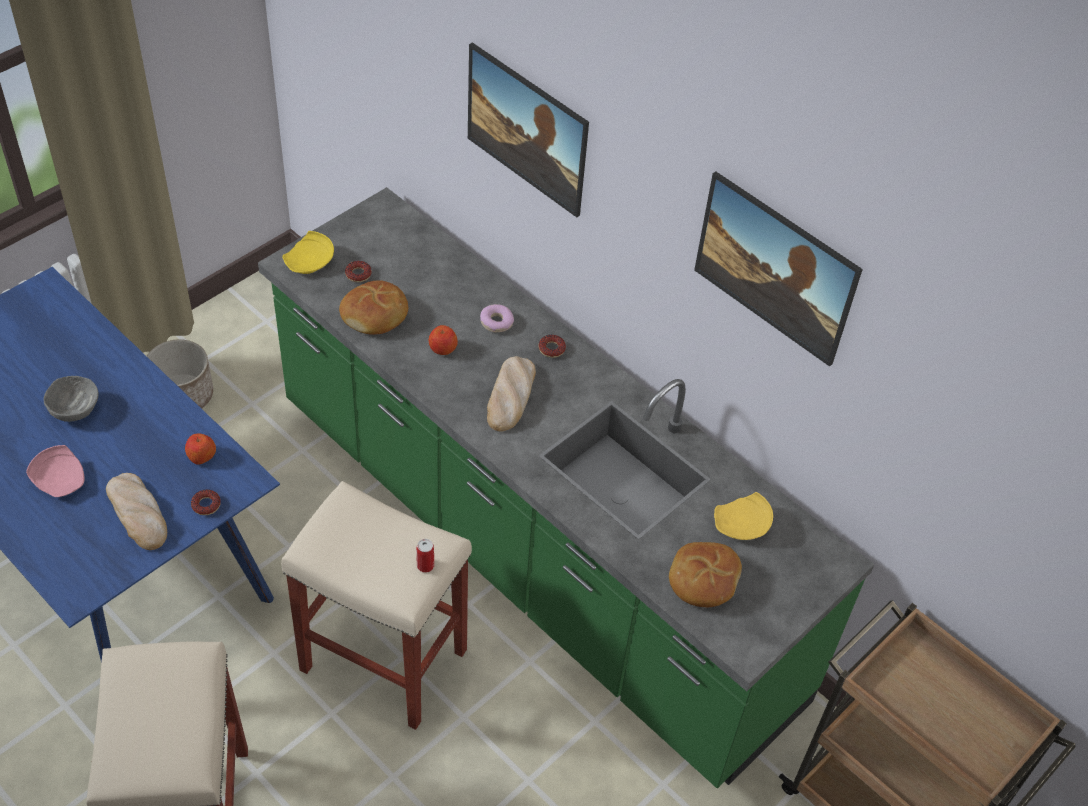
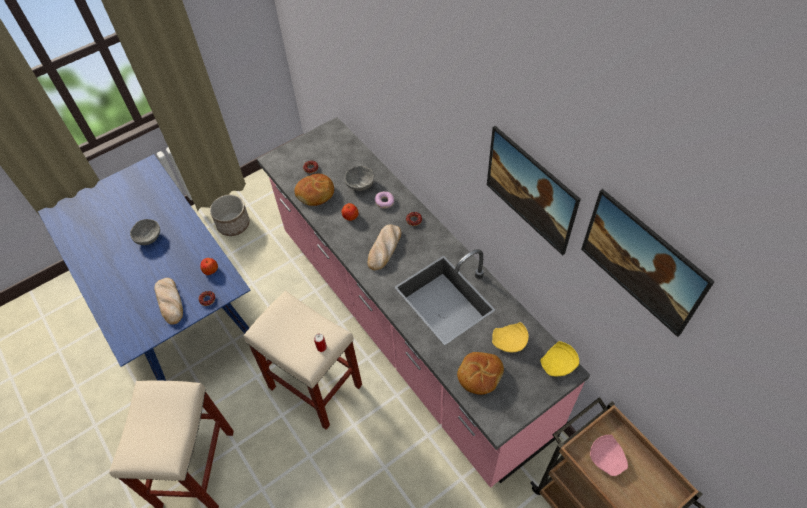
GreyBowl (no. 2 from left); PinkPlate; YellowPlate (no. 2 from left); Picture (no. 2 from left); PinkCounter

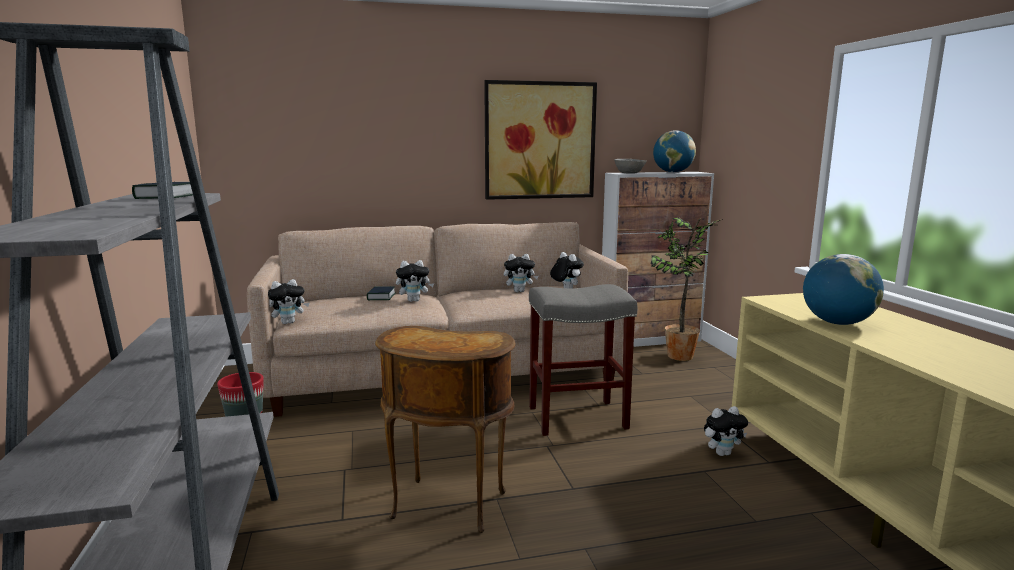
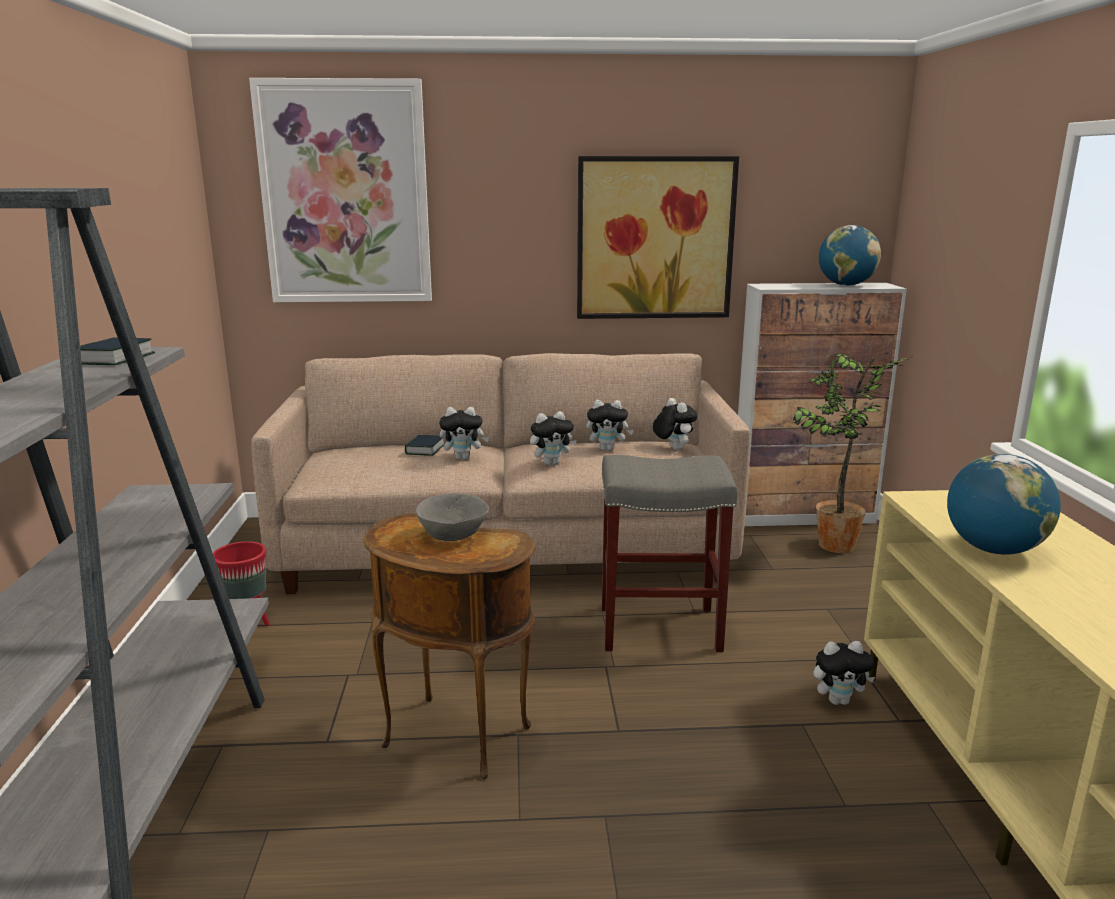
Picture (no. 1 from left); PlushToy (no. 2 from left); GreyBowl

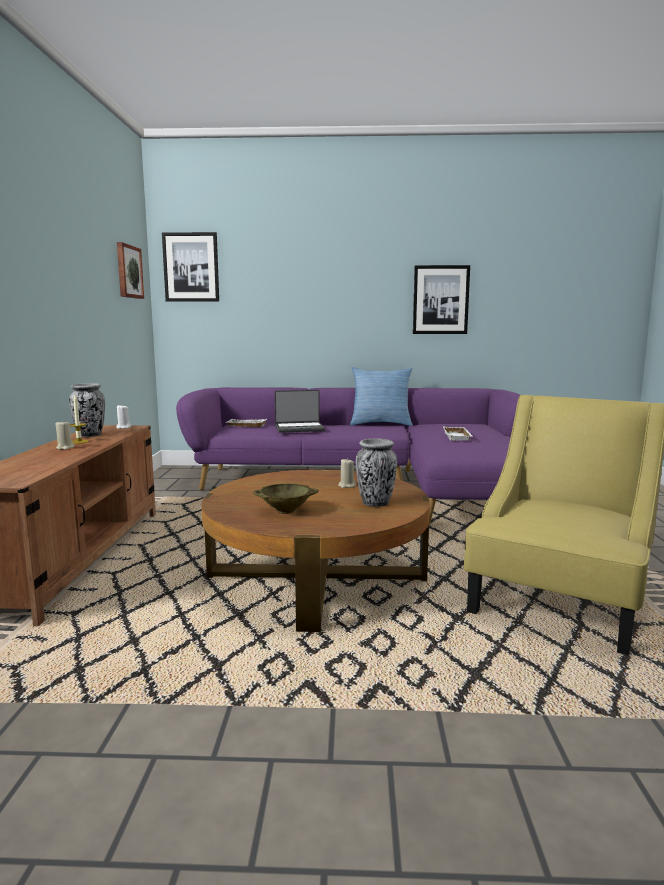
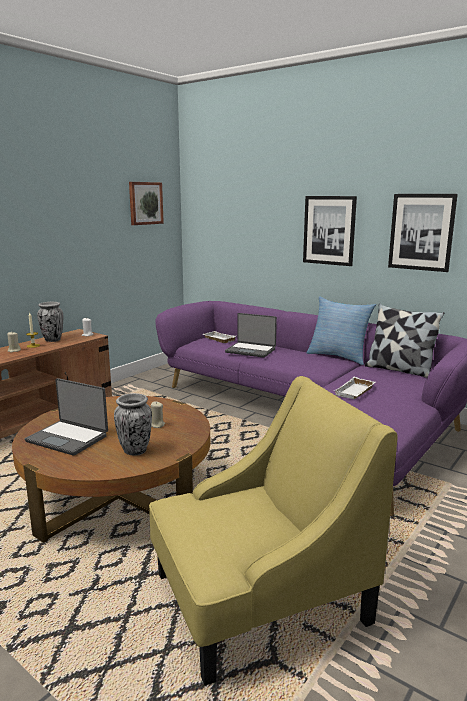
Pillow (no. 2 from left); Picture (no. 2 from left); Laptop (no. 1 from left)

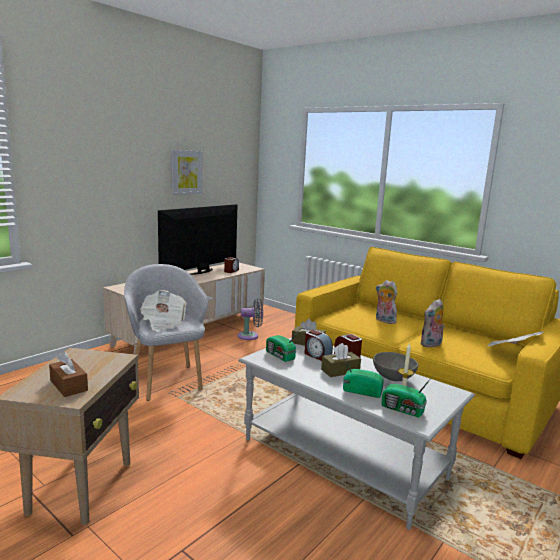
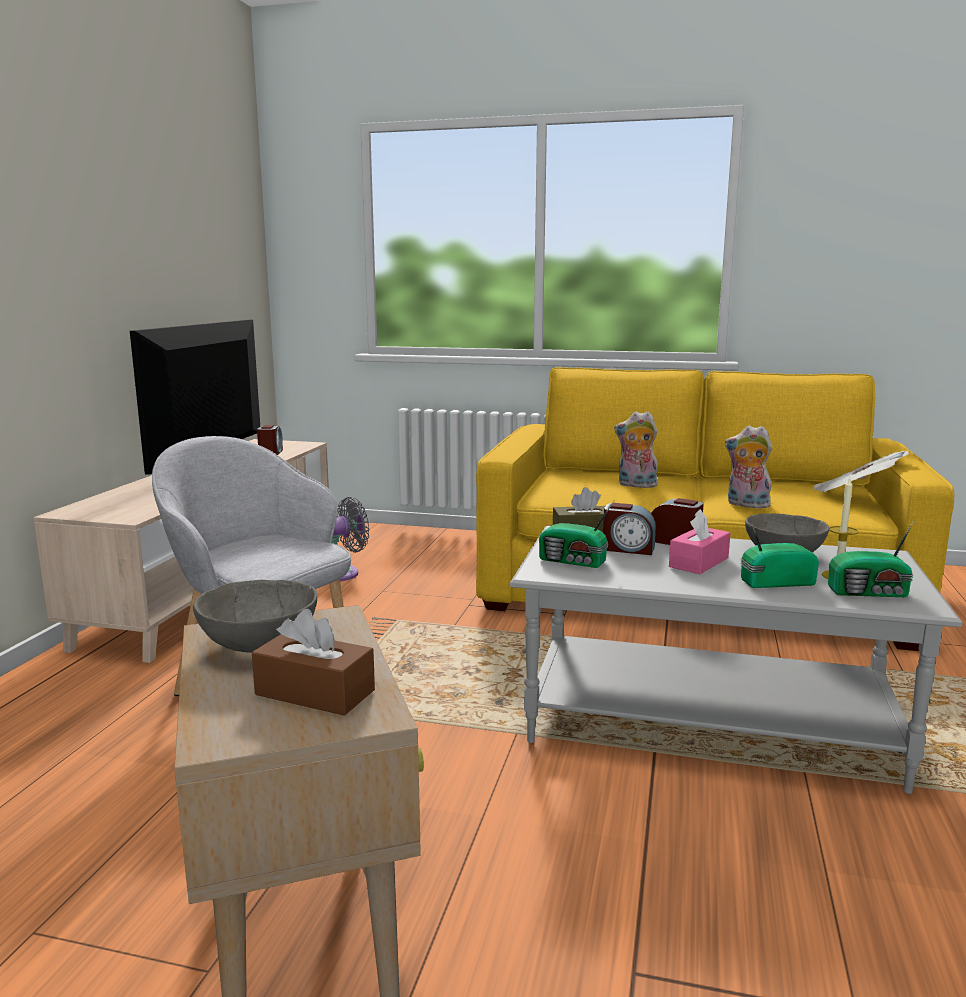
Newspaper (no. 1 from left in the first image); Picture; GreyBowl (no. 1 from left); PinkTissueBox; PlushToy (no. 2 from left)

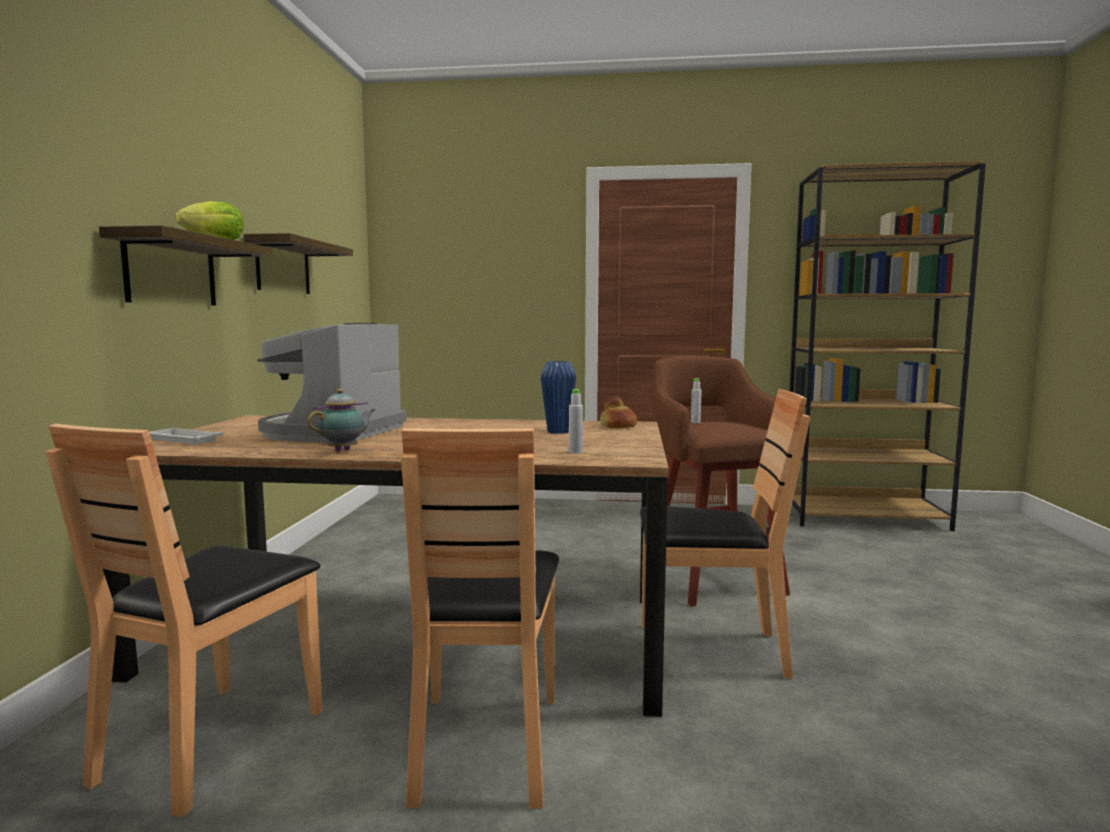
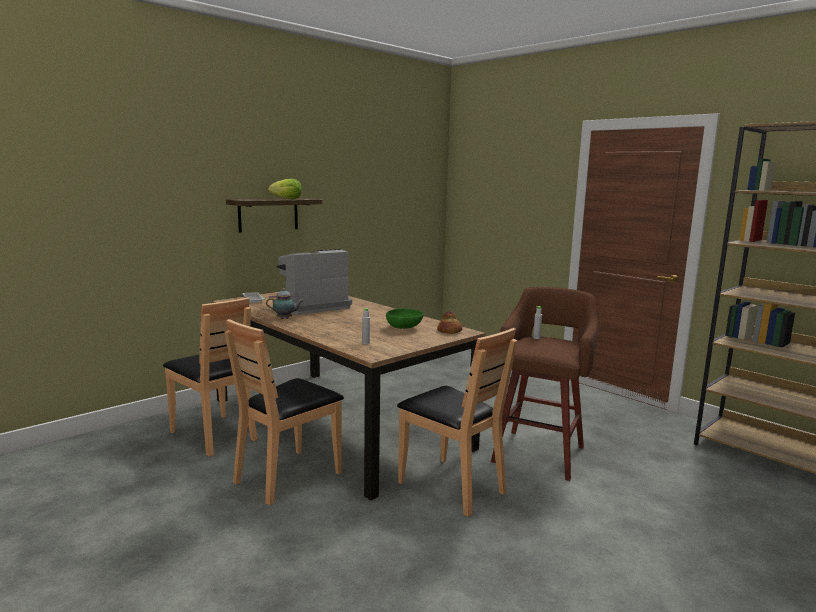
Shelf (no. 2 from left in the first image); GreenBowl; BrownChair (no. 1 from left)

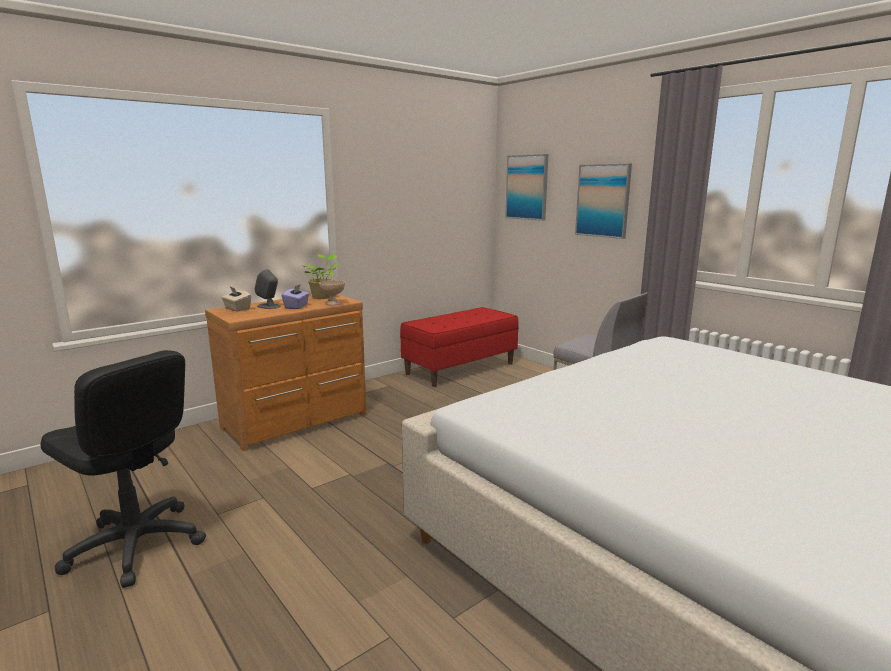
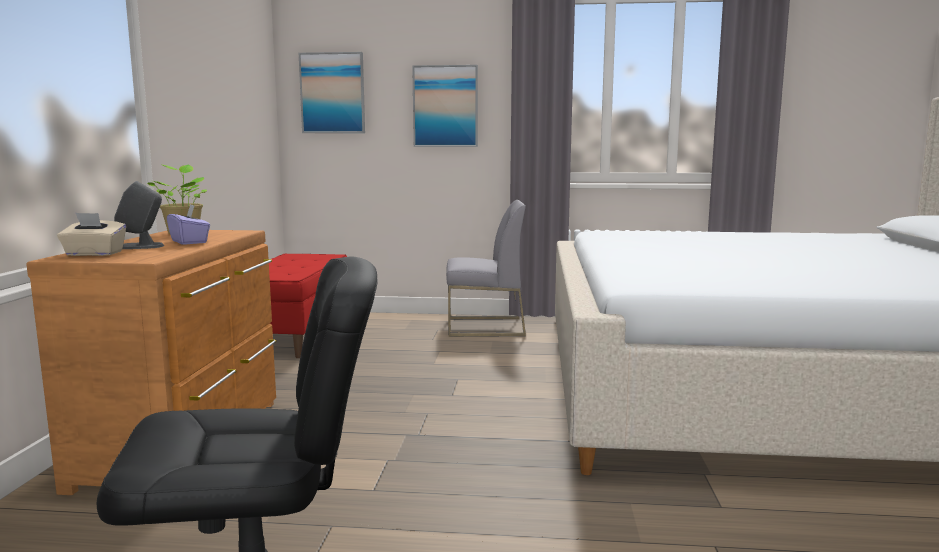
BeigeBowl

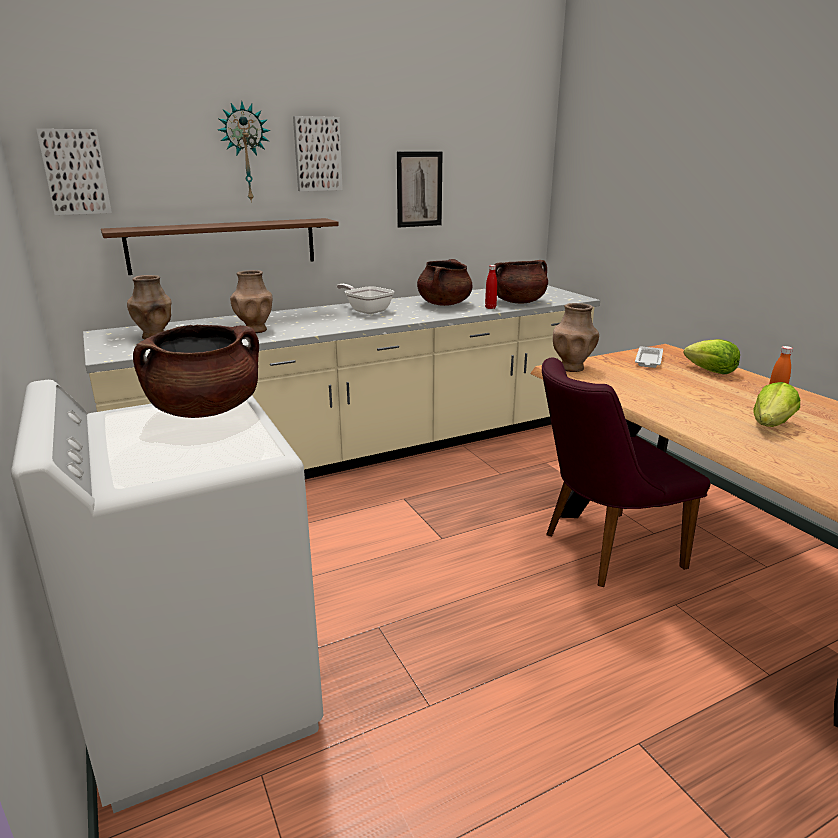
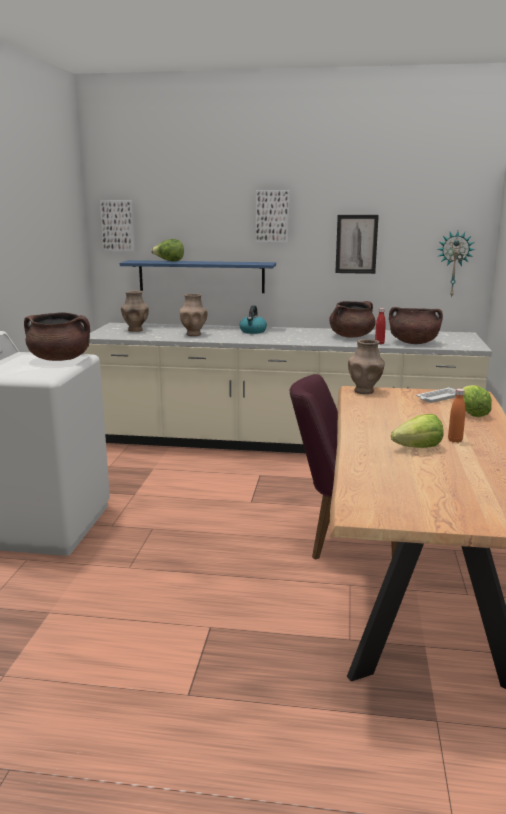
FryingPan; Lettuce (no. 1 from left); Kettle; WallClock; BlueShelf

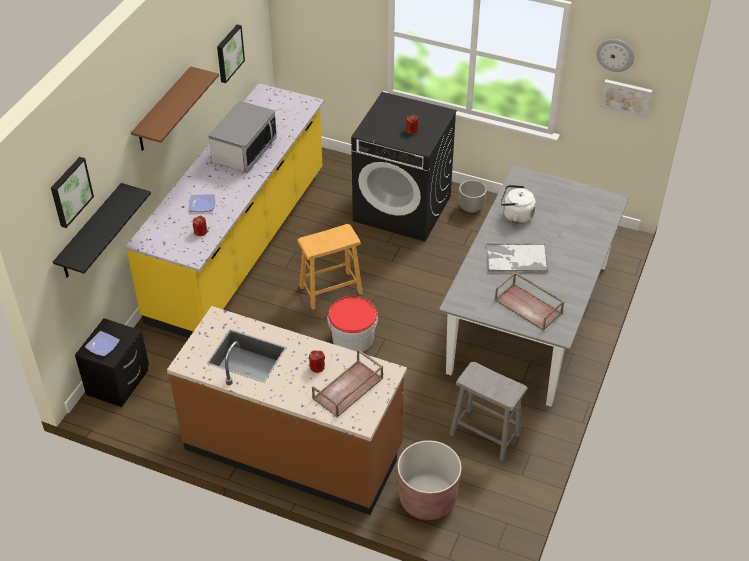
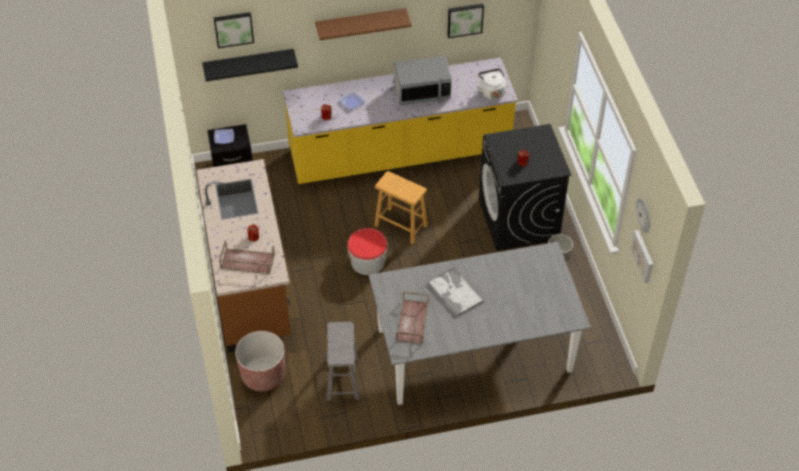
WhiteKettle

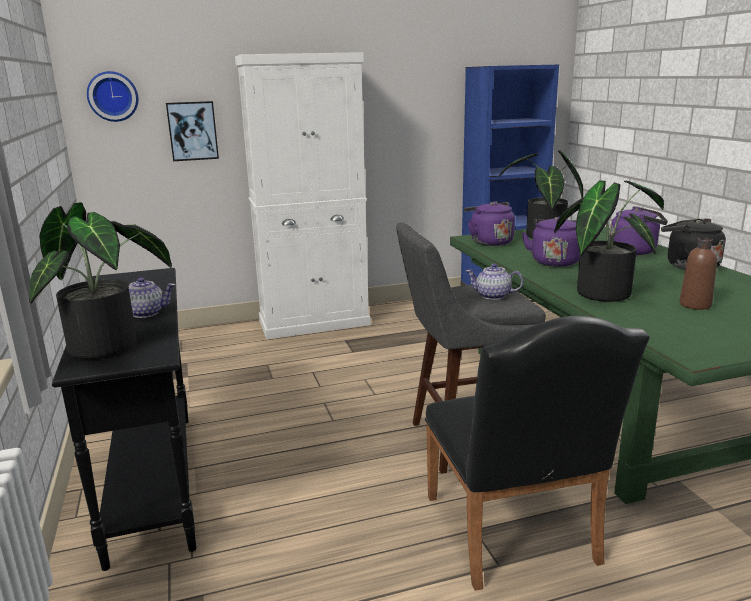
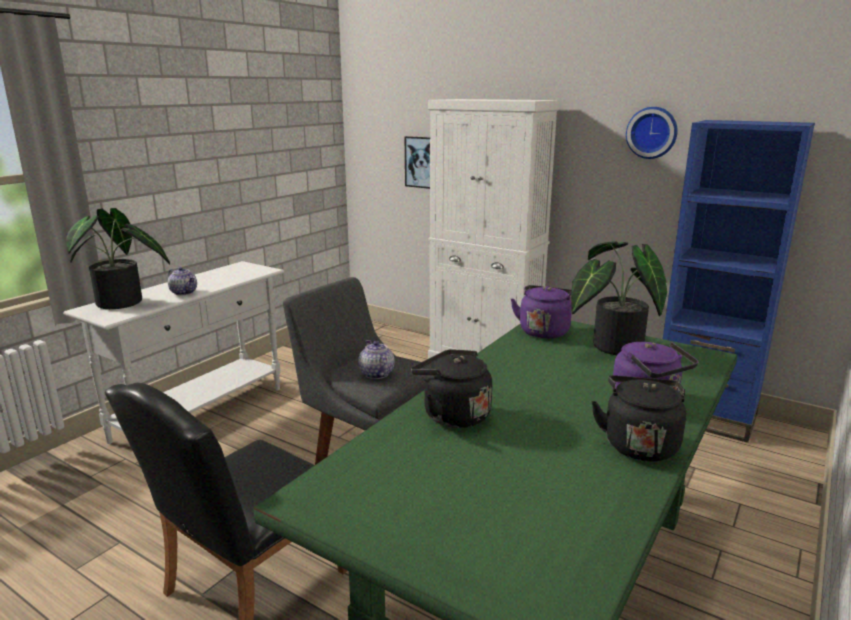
PurpleKettle (no. 2 from left in the first image); BrownBottle; WallClock; BlackKettle (no. 1 from left); WhiteConsoleTable

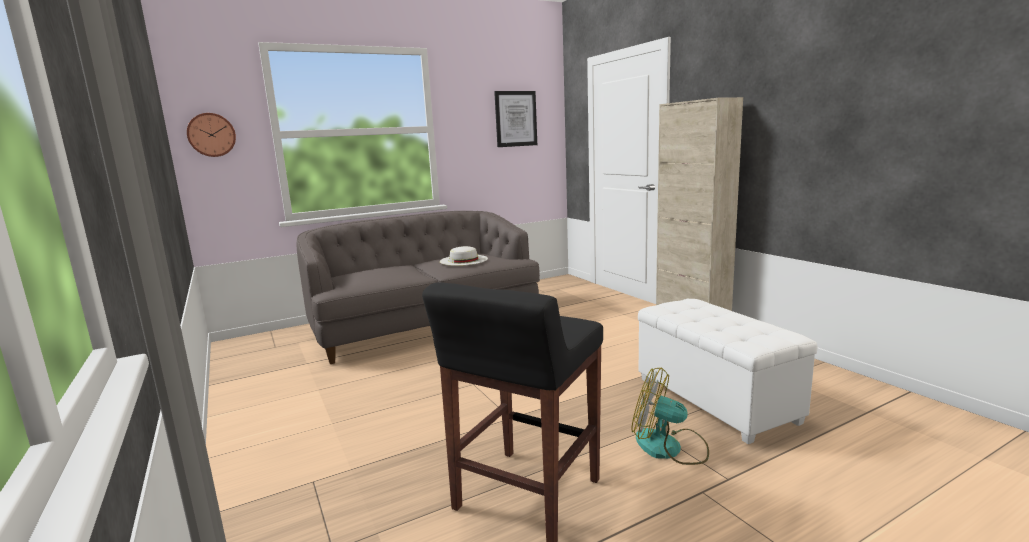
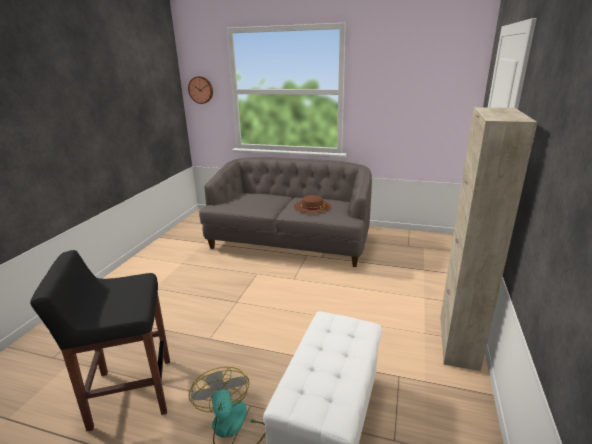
Picture; BrownHat

